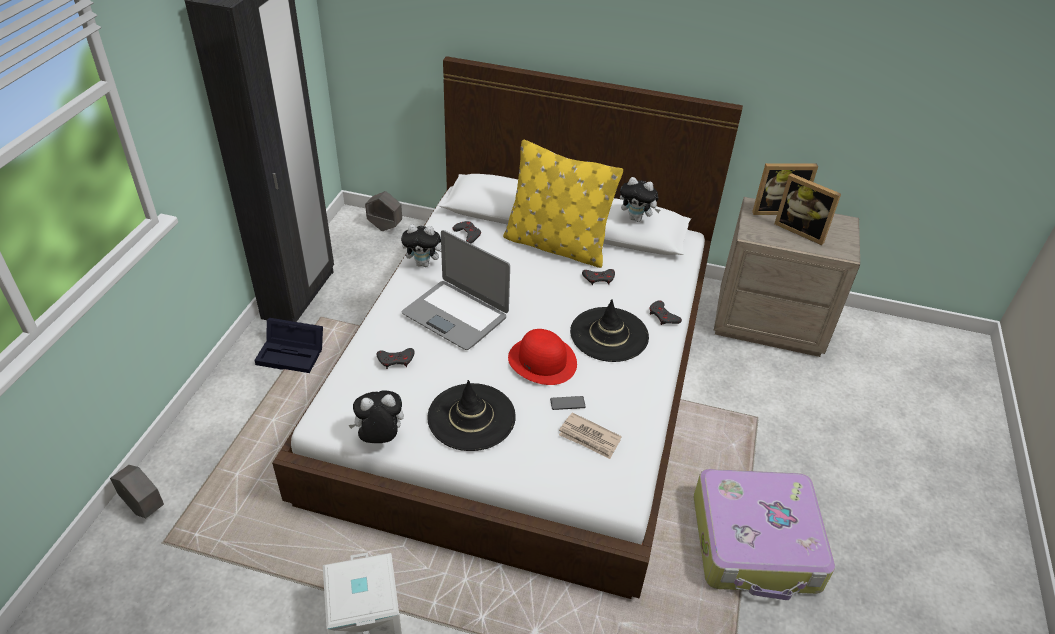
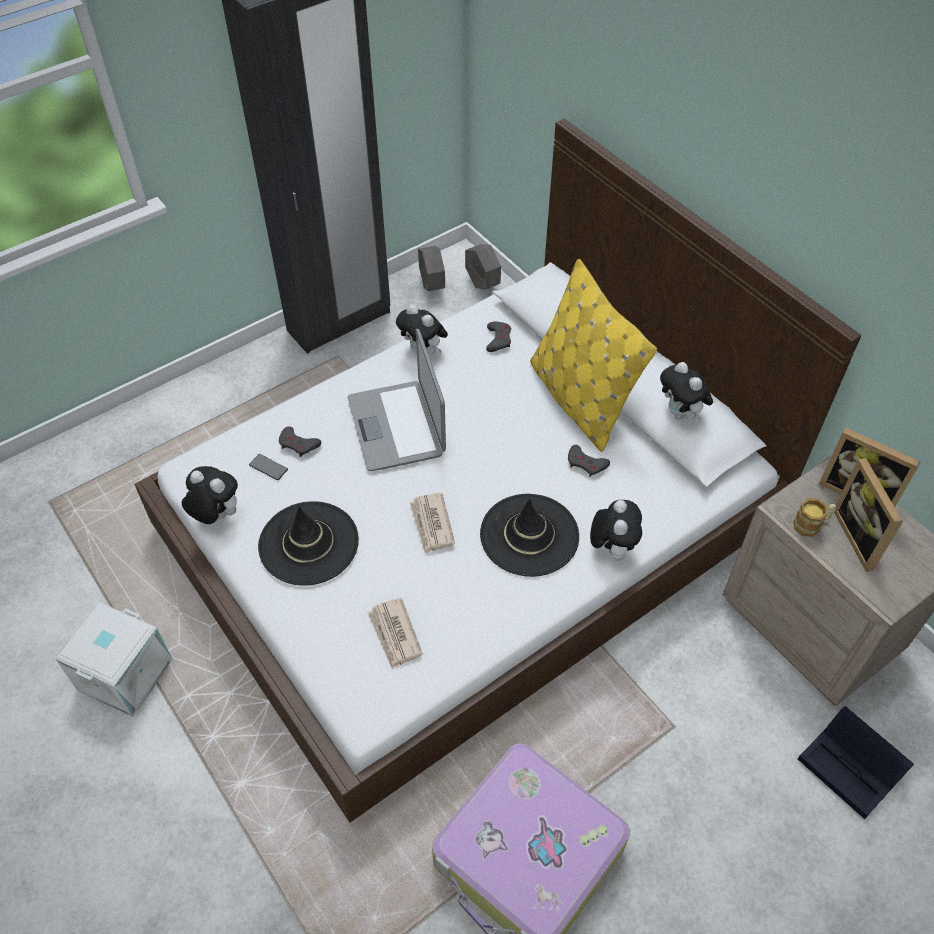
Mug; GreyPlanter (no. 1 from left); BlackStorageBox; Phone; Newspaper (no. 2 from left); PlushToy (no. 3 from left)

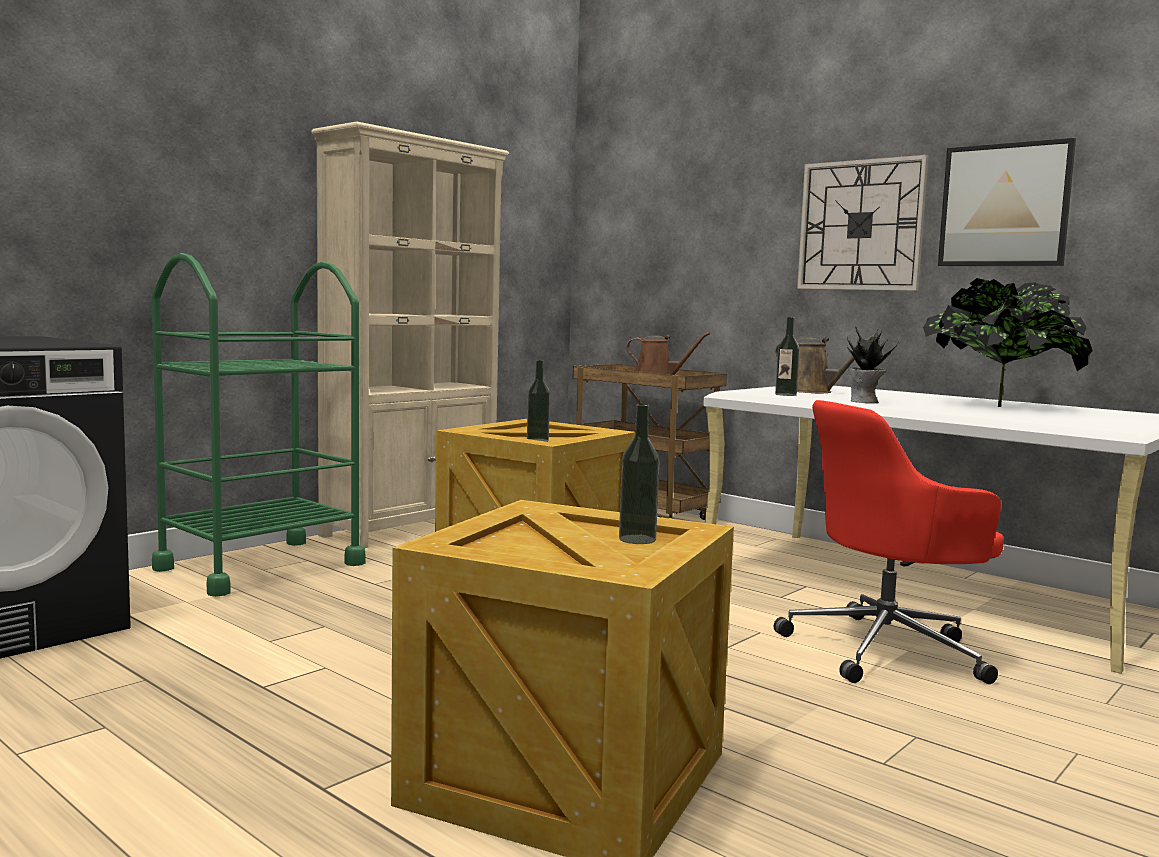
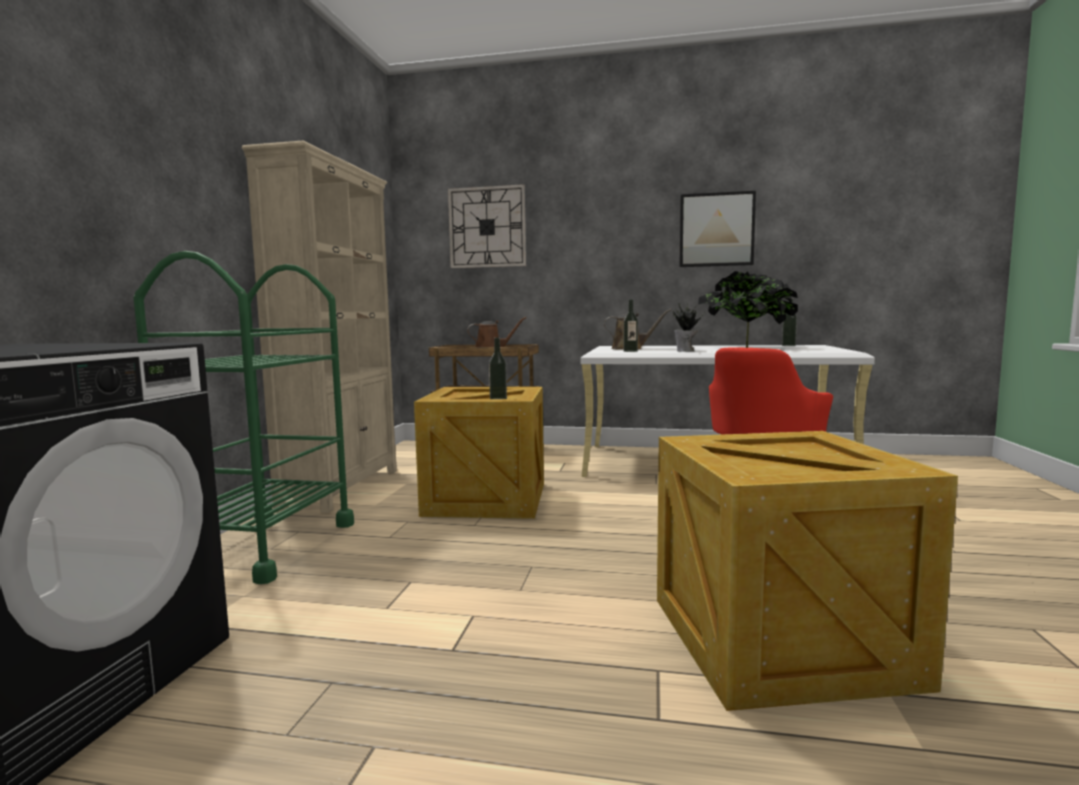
Bottle (no. 3 from left); WallClock

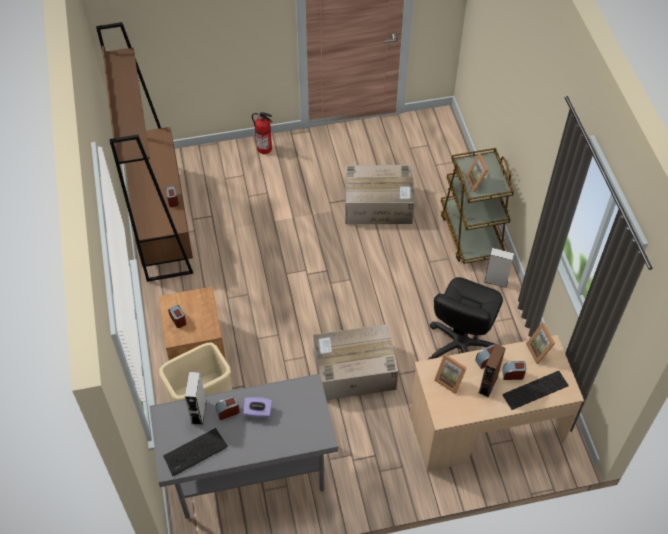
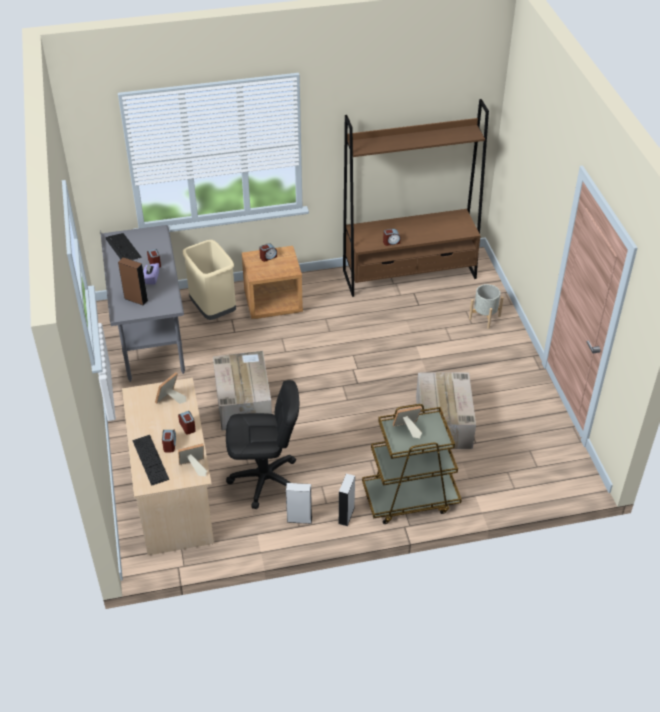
FireExtinguisher; GreyPlanter; GreySpeaker (no. 1 from left); BrownSpeaker; BlackOfficeChair

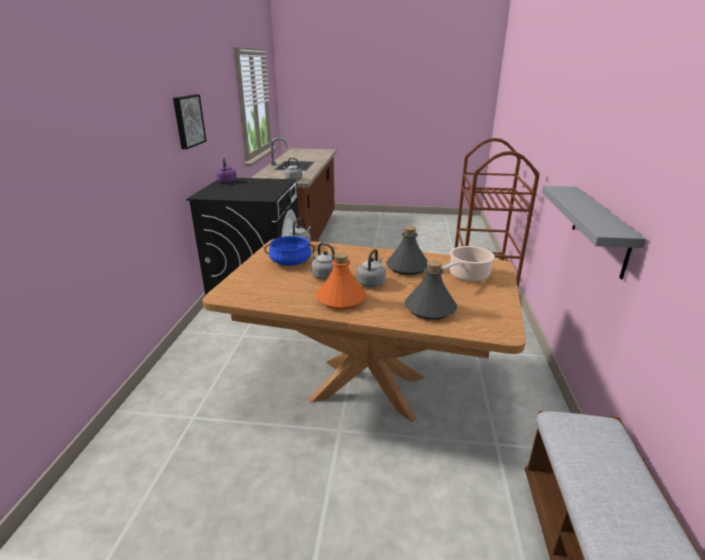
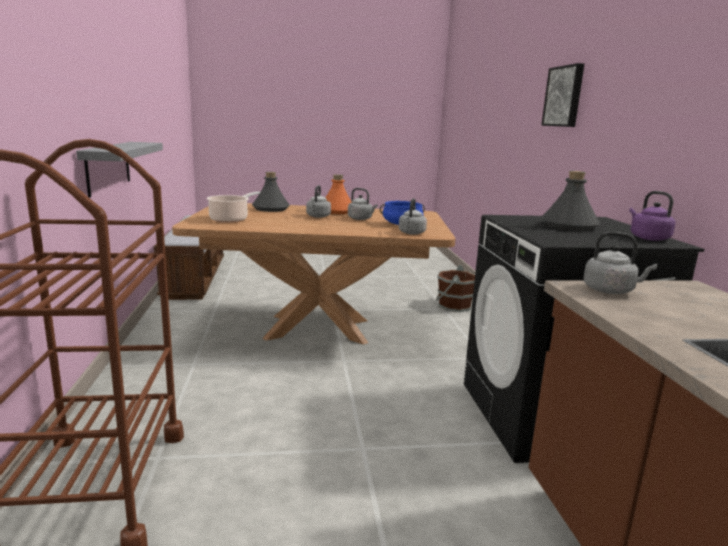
BrownBucket; Picture; GreyBottle (no. 2 from left)

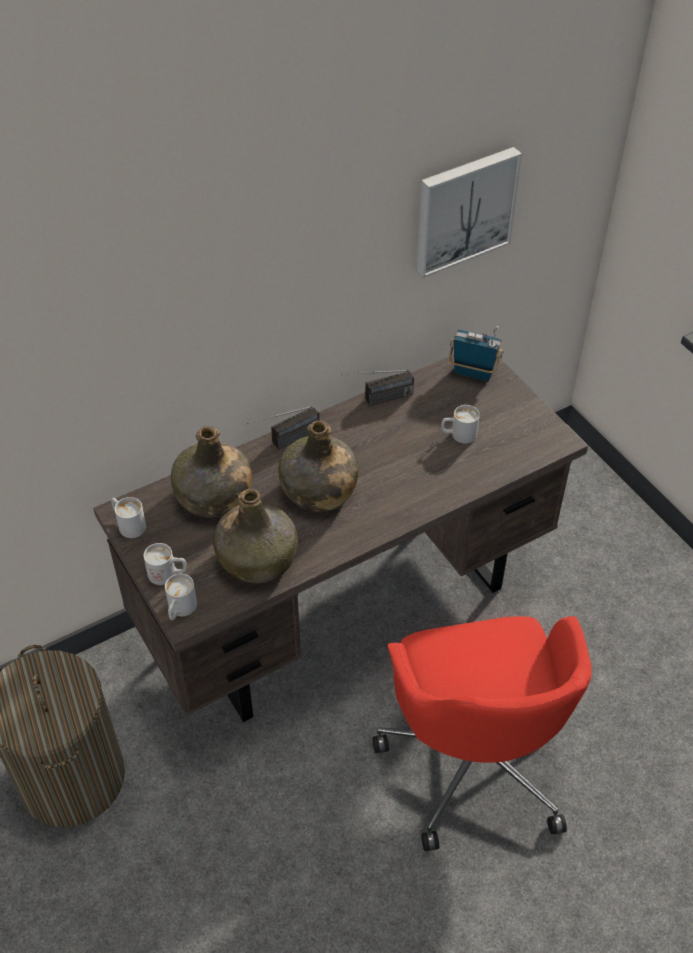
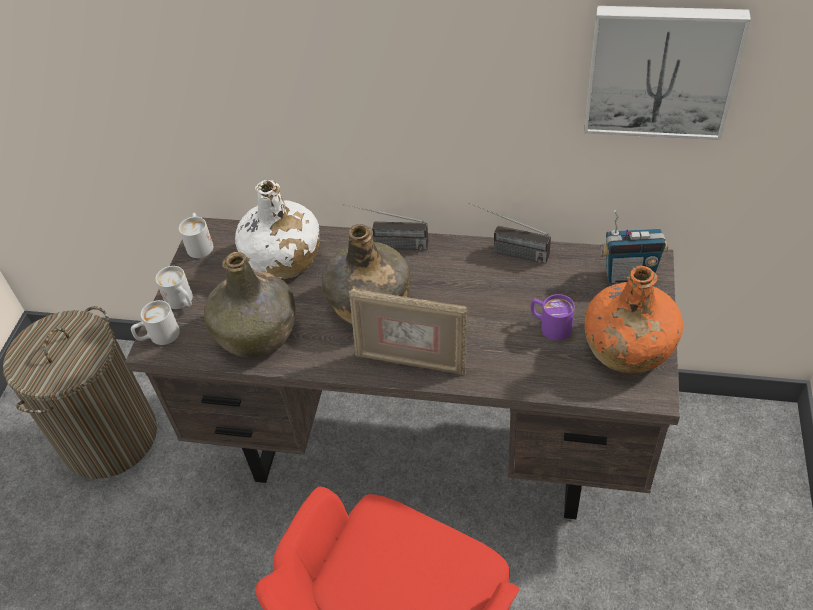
PictureFrame; OrangeBottle; WhiteBottle; PurpleMug; Radio (no. 3 from left)

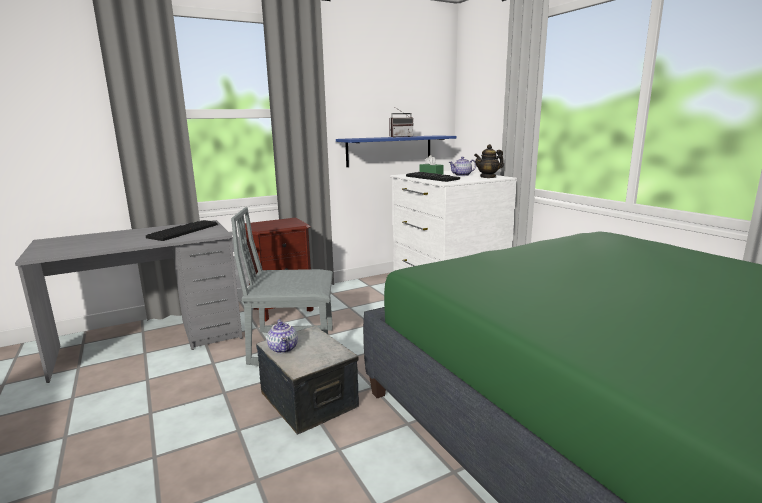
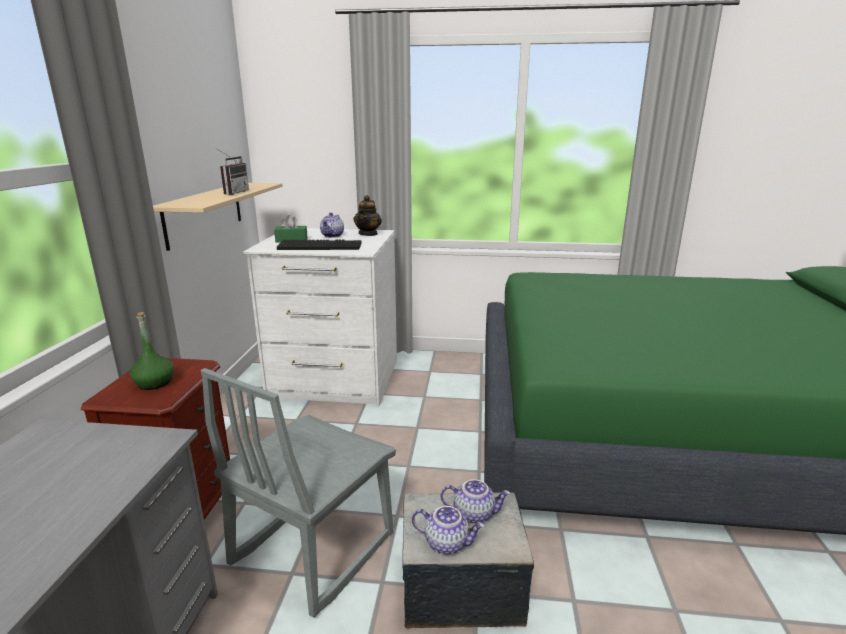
Keyboard (no. 1 from left in the first image); GreenBottle; Teapot (no. 4 from left); BeigeShelf

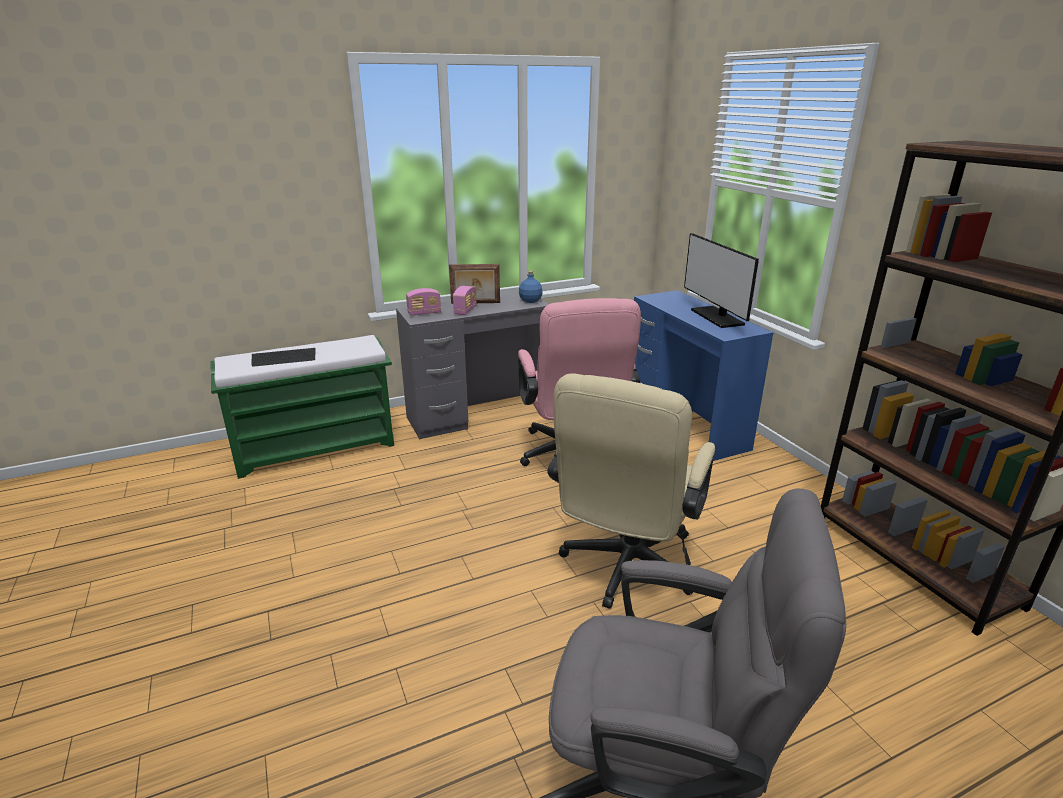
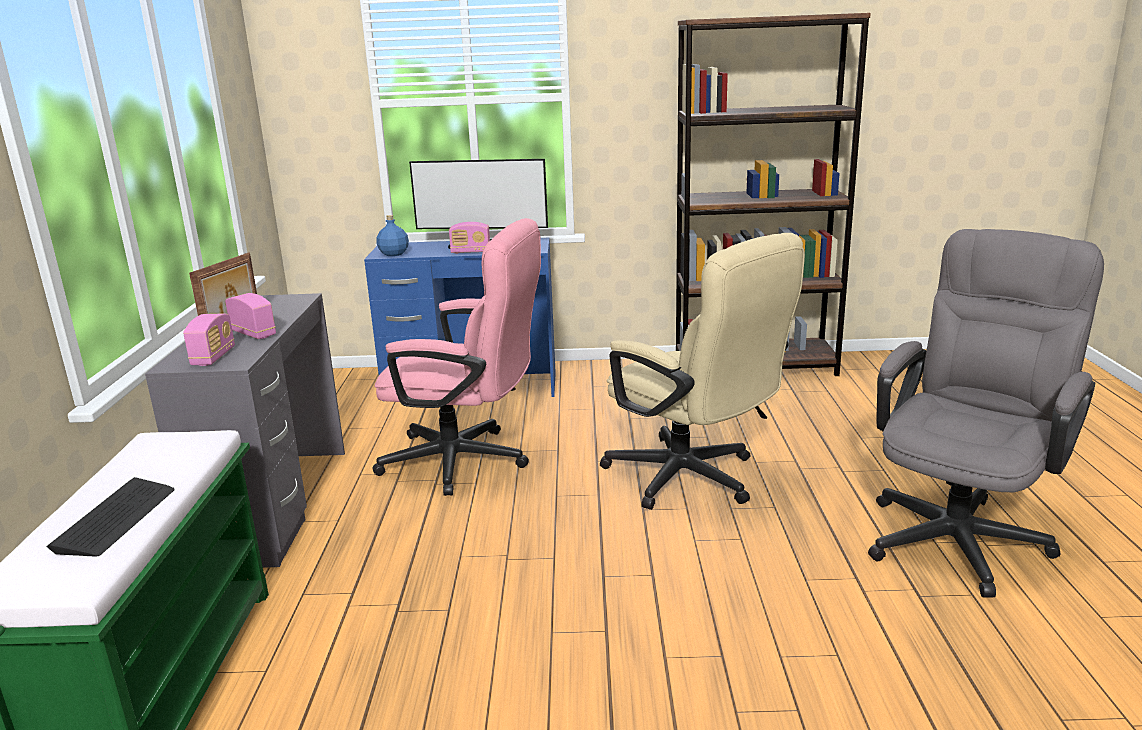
Radio (no. 3 from left); BlueBottle

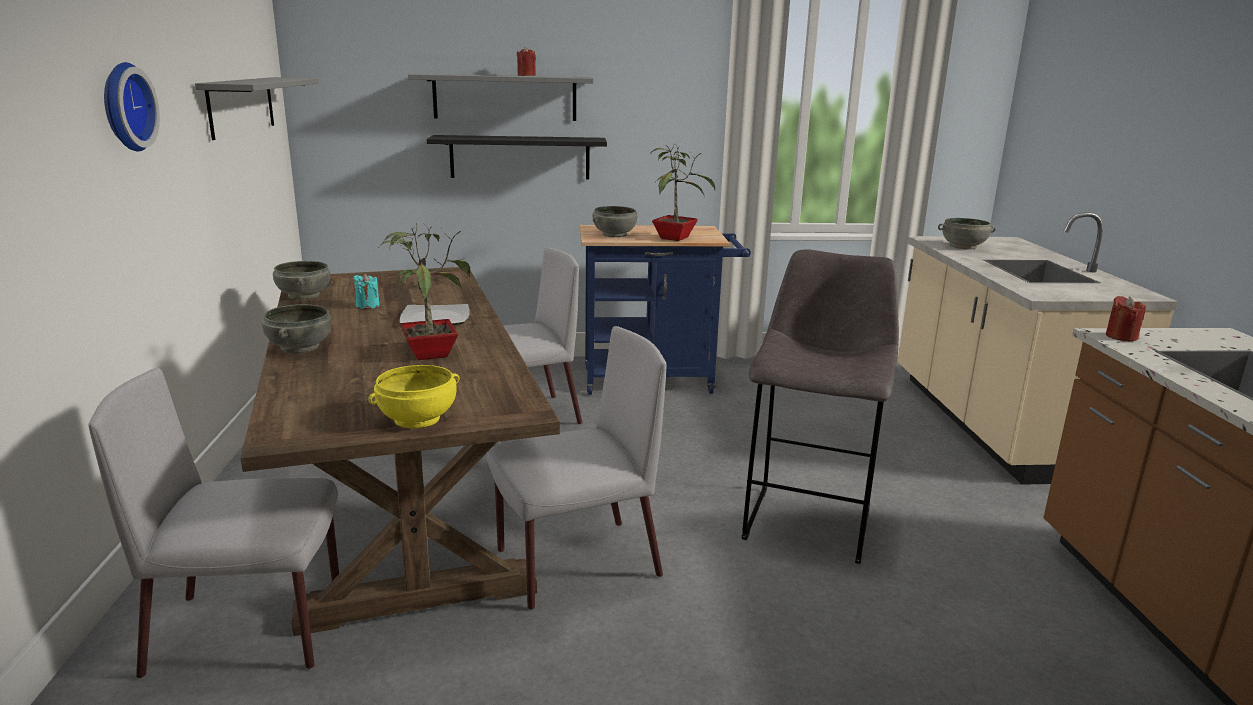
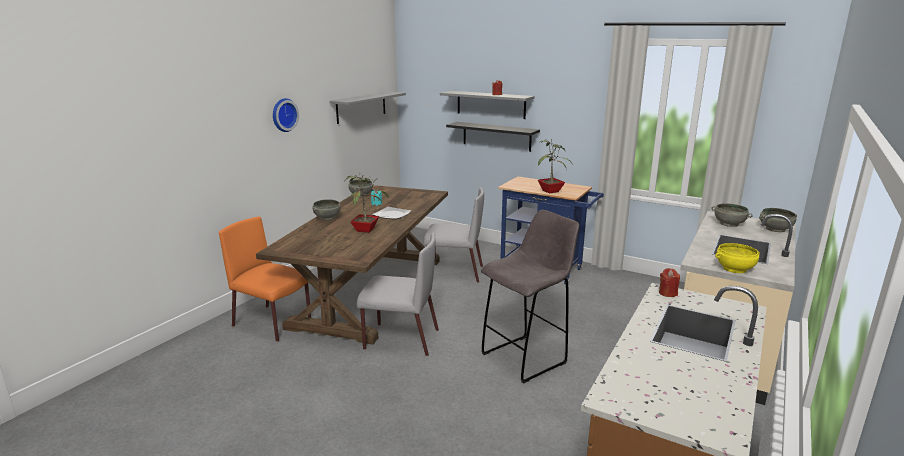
YellowBowl; GreyBowl (no. 4 from left); OrangeChair

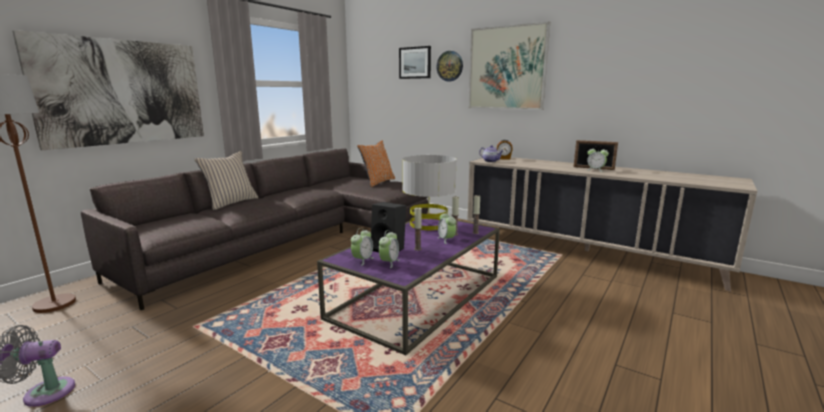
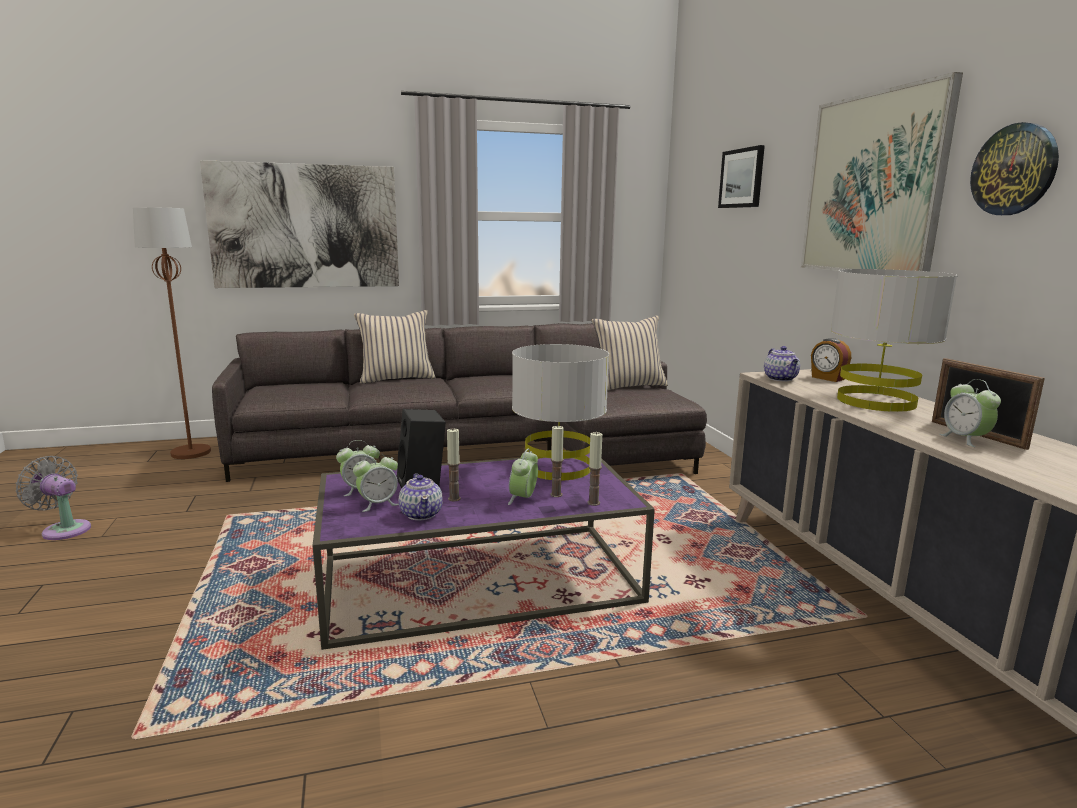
Teapot (no. 1 from left); GreyTableLamp (no. 2 from left); WallClock; BeigePillow (no. 2 from left)

